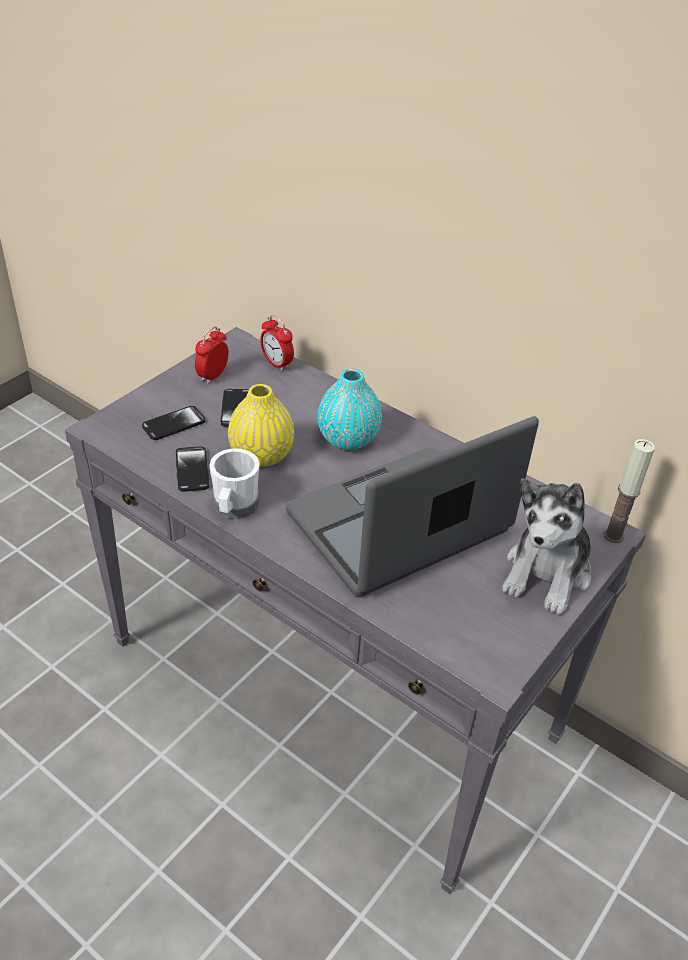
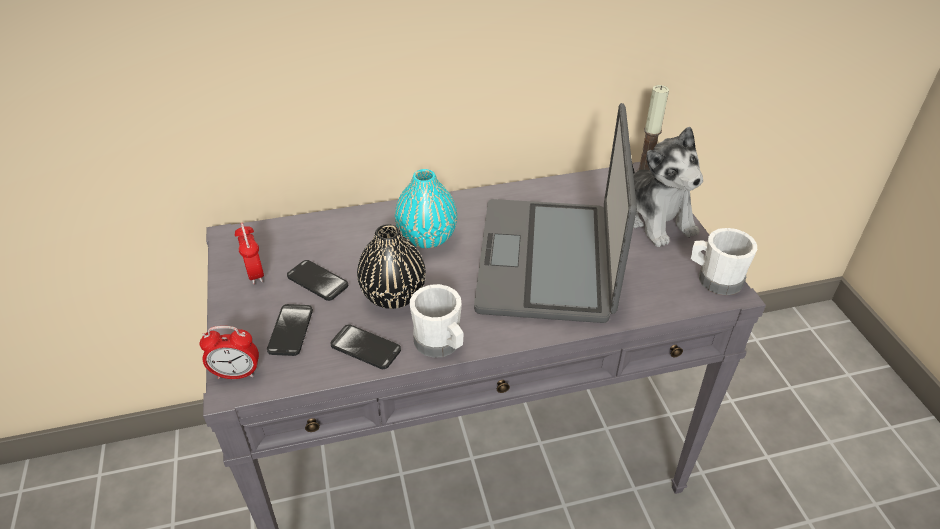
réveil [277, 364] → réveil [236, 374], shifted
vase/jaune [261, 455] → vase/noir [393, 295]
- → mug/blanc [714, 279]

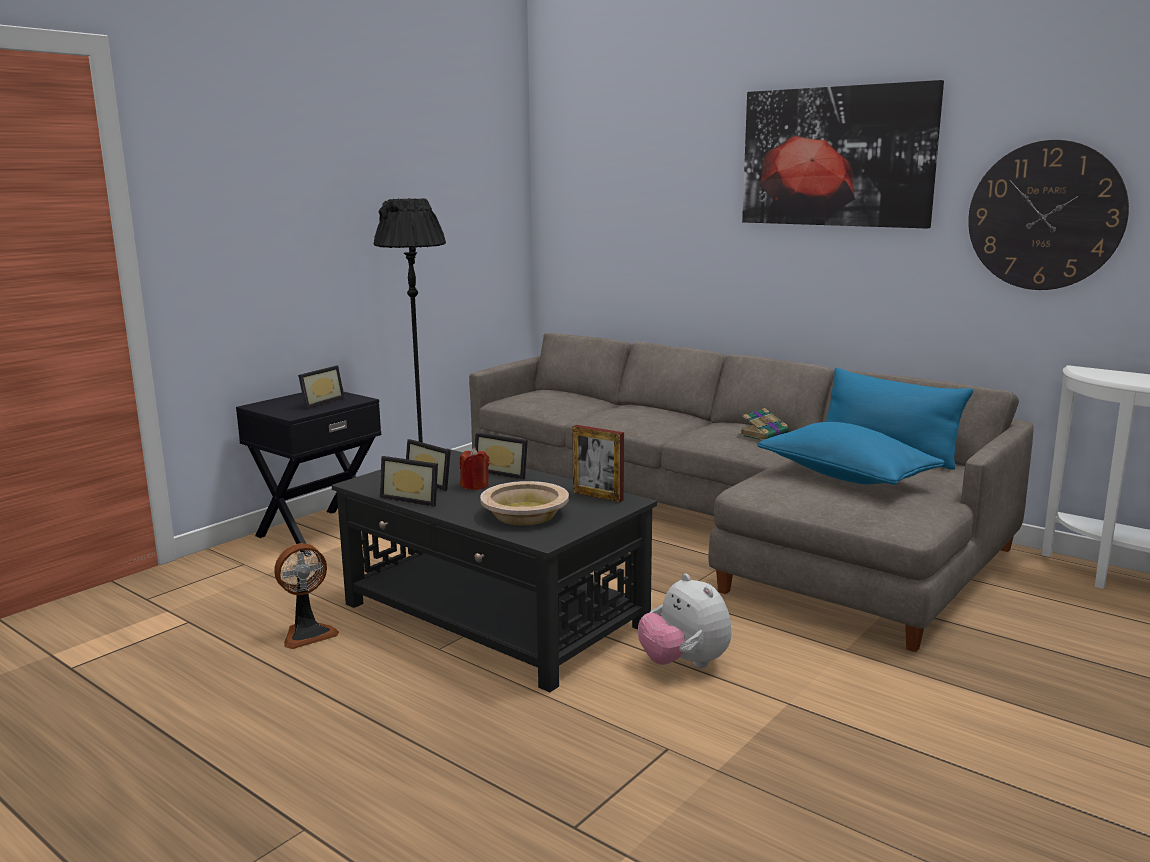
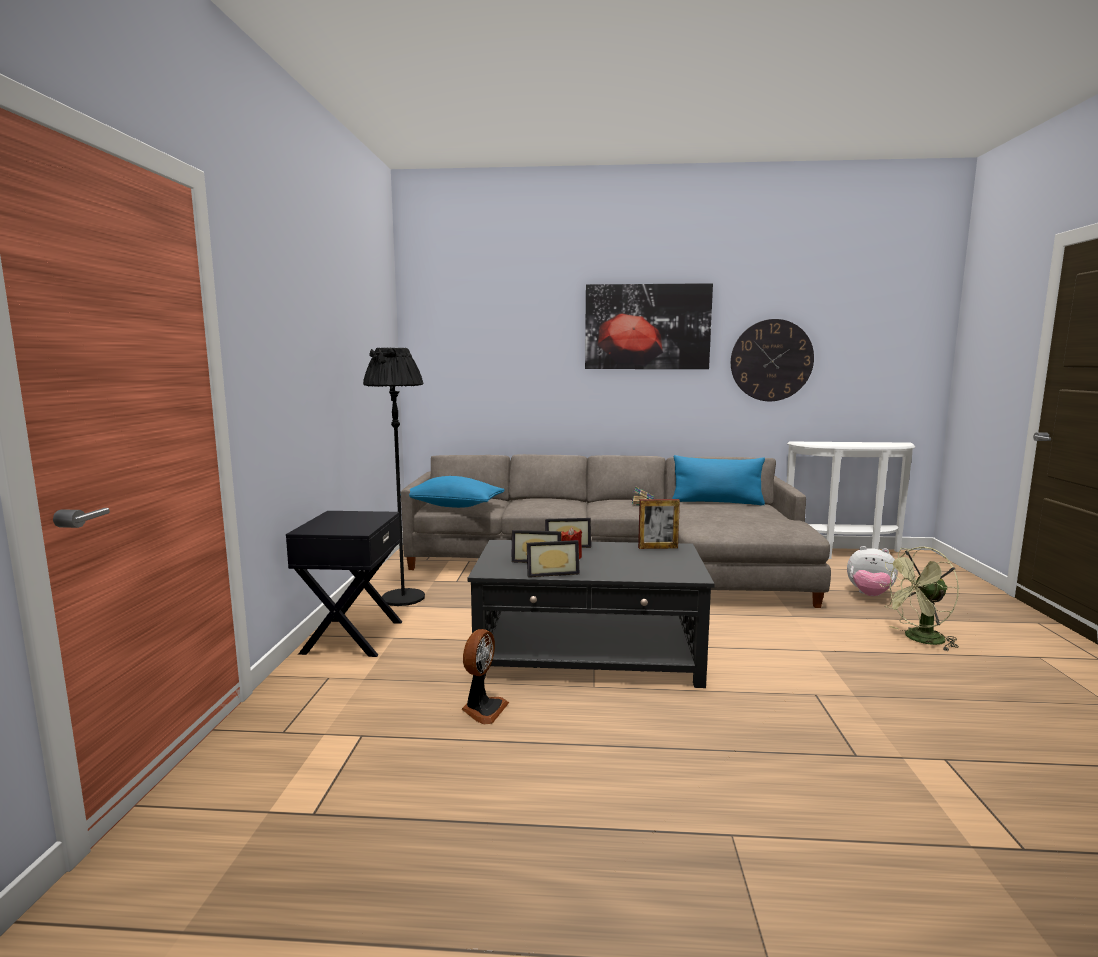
coussin/bleu [846, 476] → coussin/bleu [453, 506], shifted
peluche [684, 663] → peluche [869, 595], shifted
- → ventilateur/vert [919, 639]
cadre photo [319, 402] → -
bol/beige [525, 514] → -

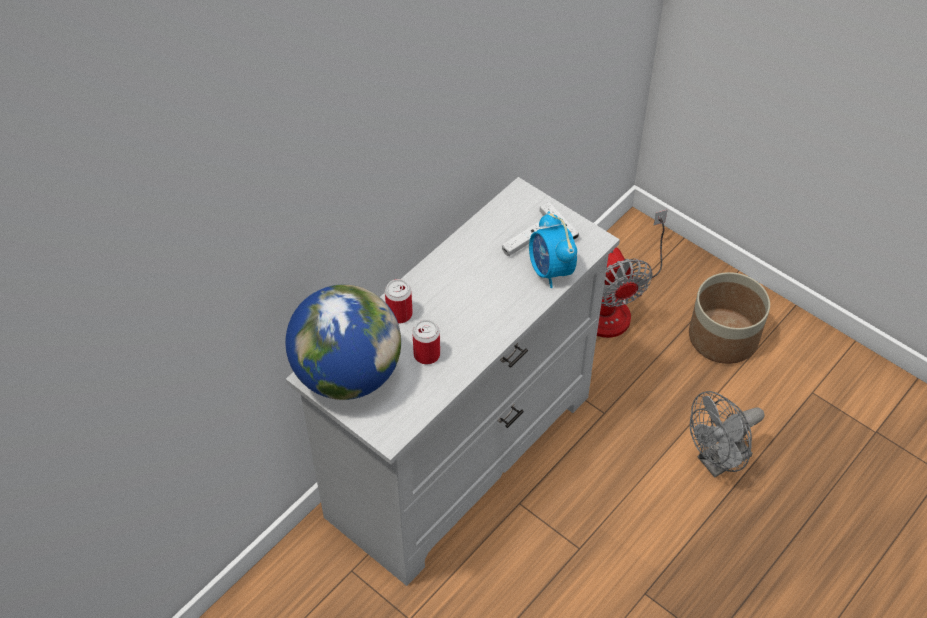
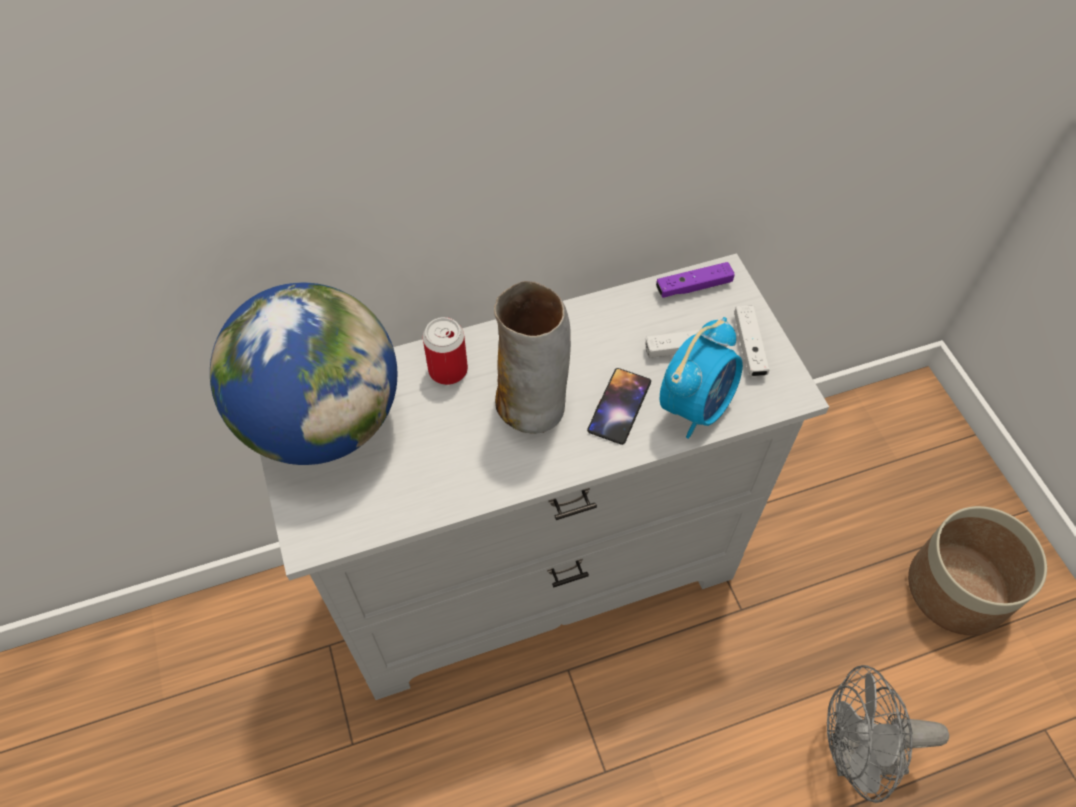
- → vase [532, 403]
- → téléphone [619, 406]
- → manette/violet [693, 287]
réveil [550, 271] → réveil [695, 406], 150 degrees counterclockwise
boîte métallique [426, 354] → -
ventilateur [615, 305] → -

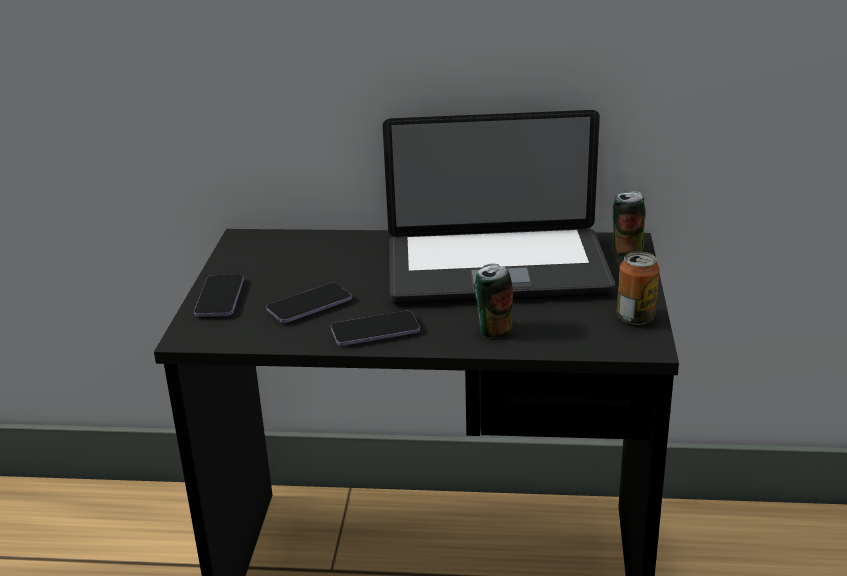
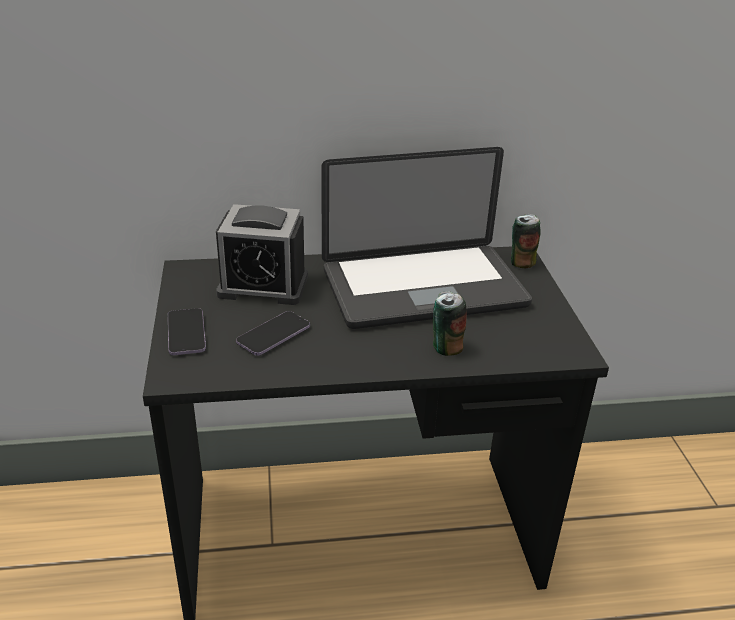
- → réveil [263, 286]
téléphone [375, 331] → -
boîte métallique [635, 318] → -

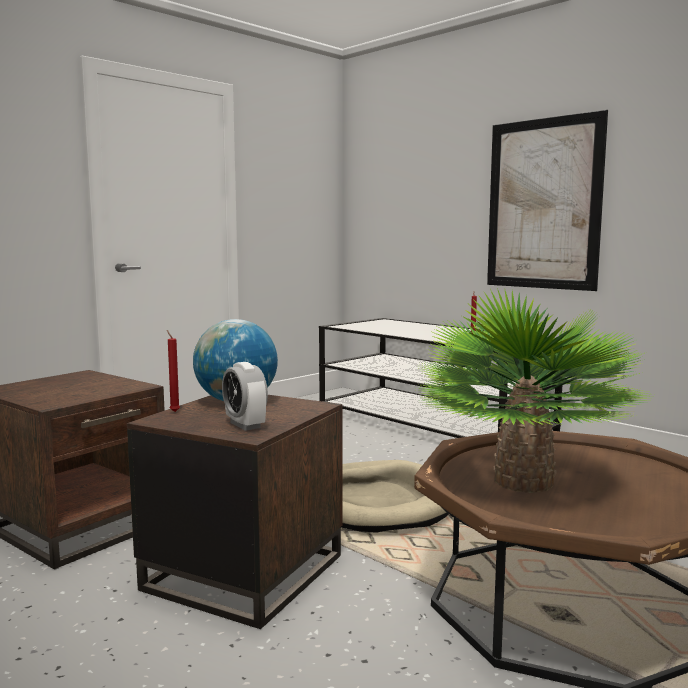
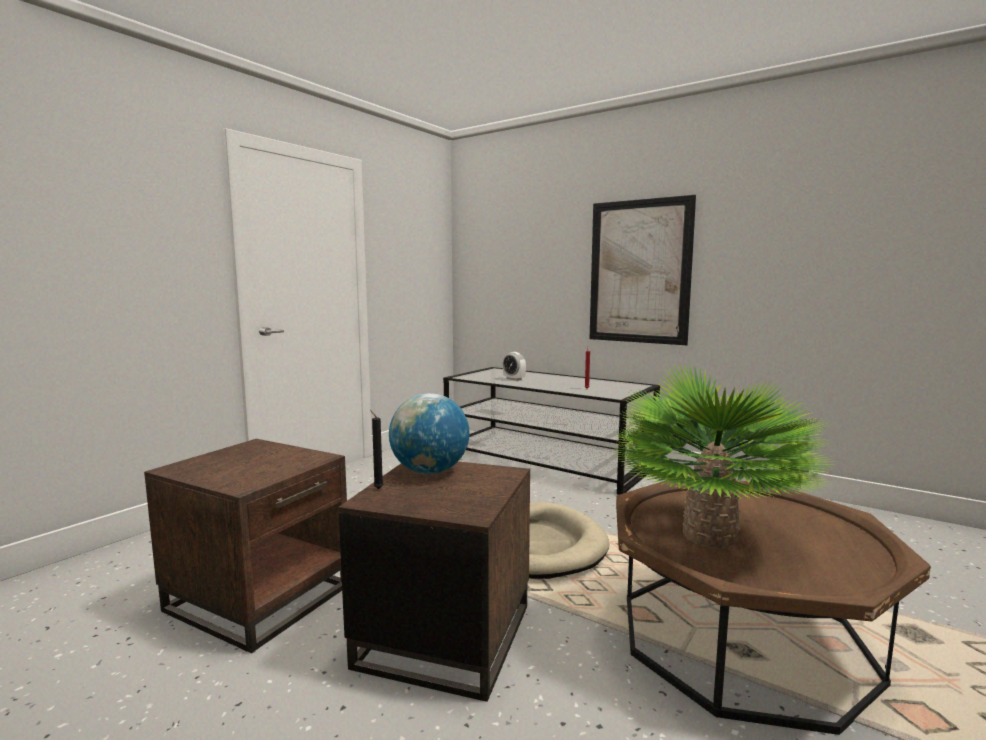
bougie/rouge [174, 411] → bougie/noir [377, 488]
réveil [245, 425] → réveil [514, 379], shifted

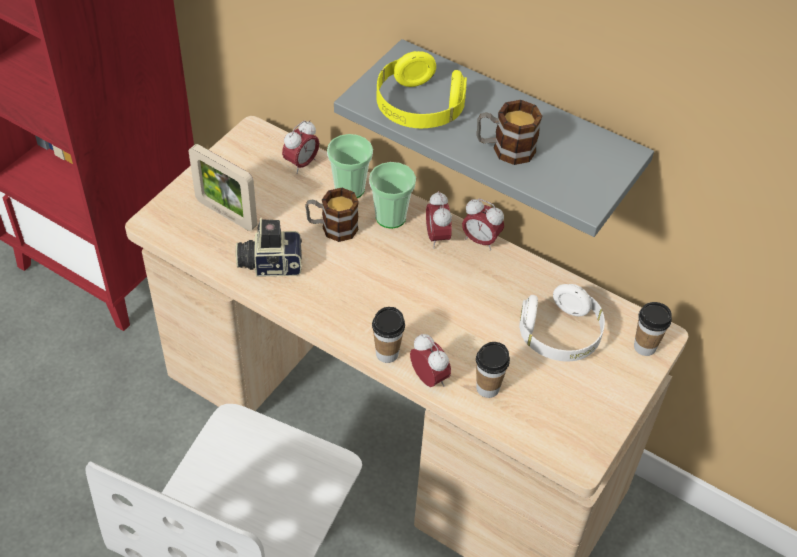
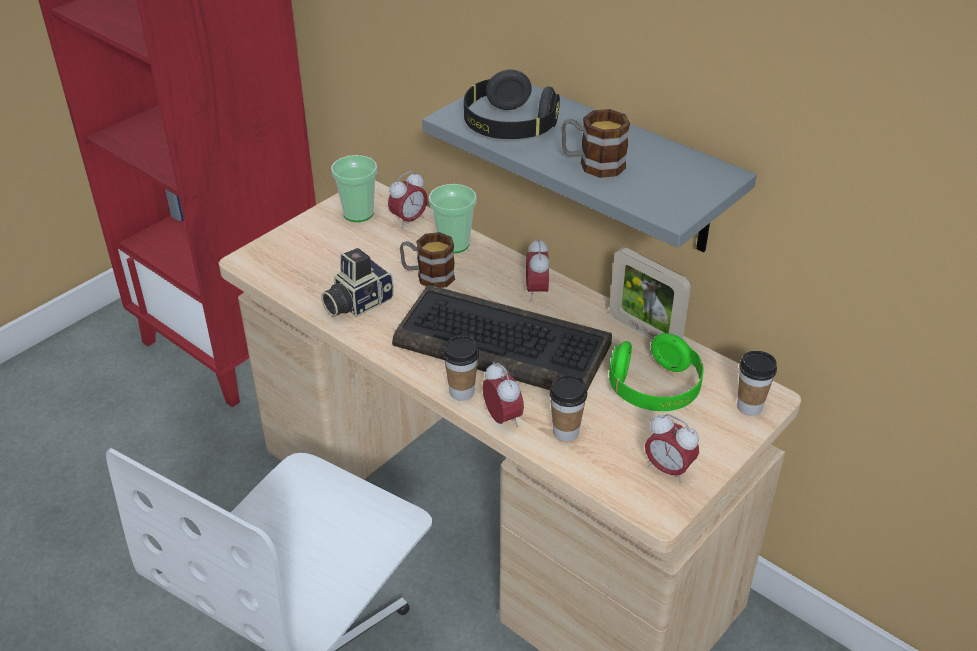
appareil photo [270, 263] → appareil photo [356, 303], 45 degrees counterclockwise
tasse [390, 217] → tasse [358, 213], shifted
- → clavier [504, 344]
casque audio/jaune [418, 108] → casque audio/noir [509, 127]
cadre photo [226, 214] → cadre photo [644, 331], shifted
casque audio/blanc [559, 335] → casque audio/vert [654, 389]
réveil [480, 241] → réveil [668, 469], shifted

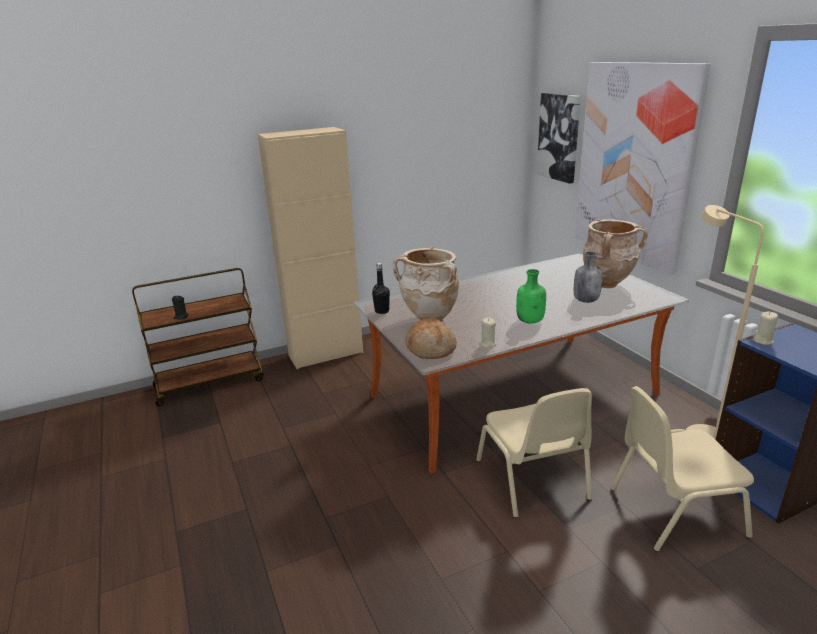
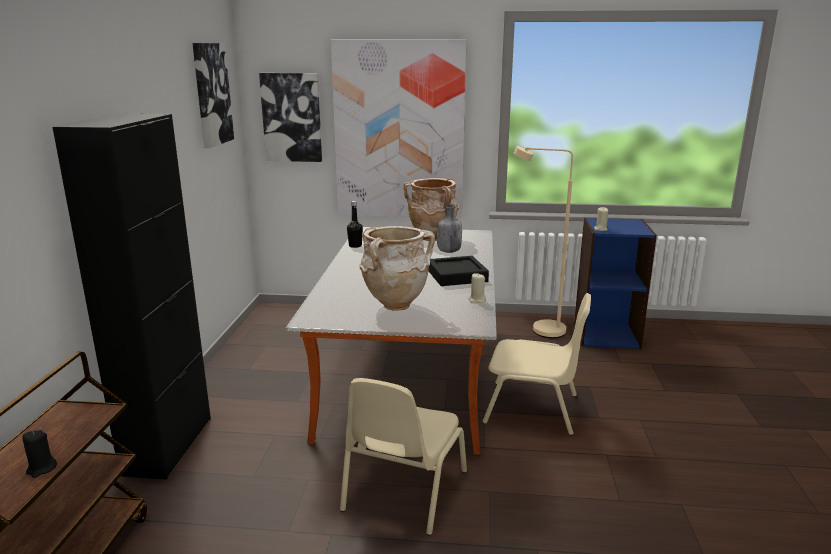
meuble de rangement/beige [326, 354] → meuble de rangement/noir [168, 445]
- → tableau [211, 94]
chaise/beige [673, 511] → chaise/beige [403, 491], shifted
bouteille/noir [382, 311] → bouteille/noir [355, 246], shifted
bouteille/vert [530, 321] → plateau/noir [457, 276]
pain [430, 348] → -

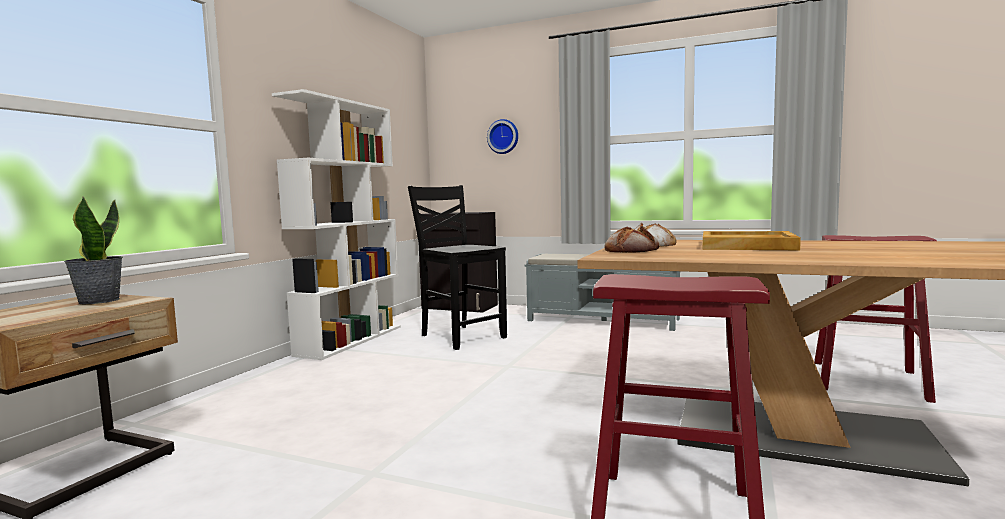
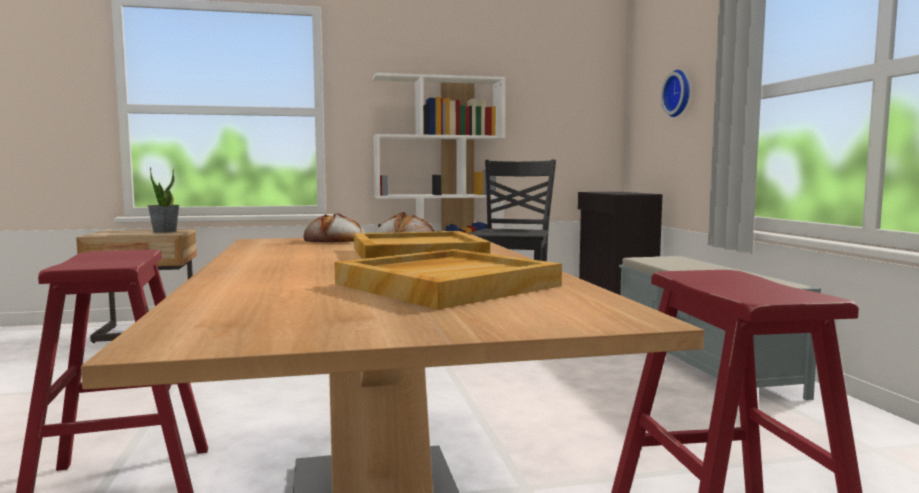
- → plateau/beige [447, 284]

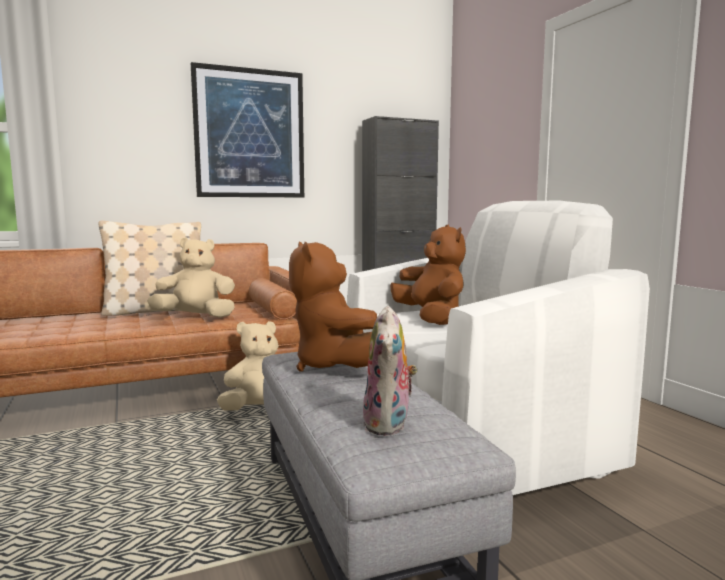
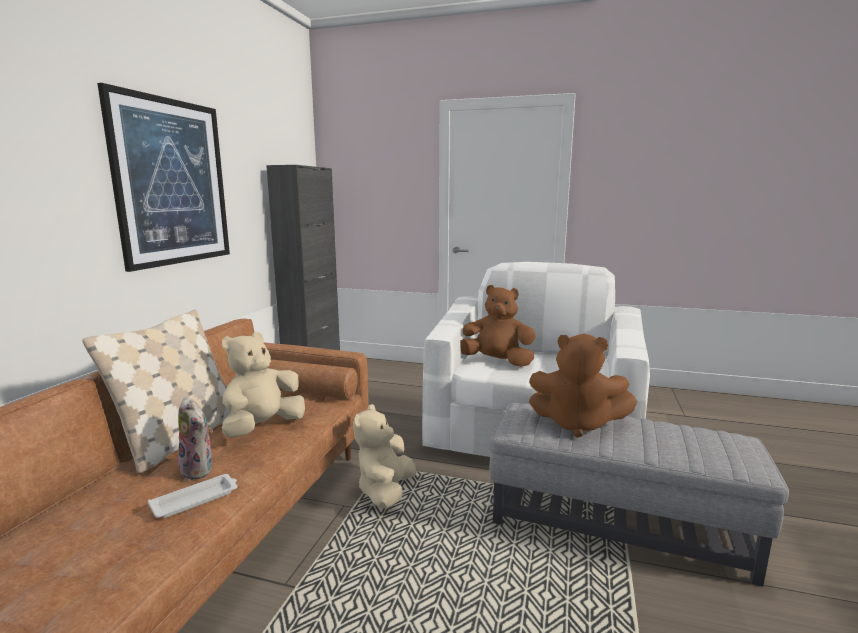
- → plateau/blanc [196, 499]
peluche [389, 425] → peluche [200, 470], shifted

